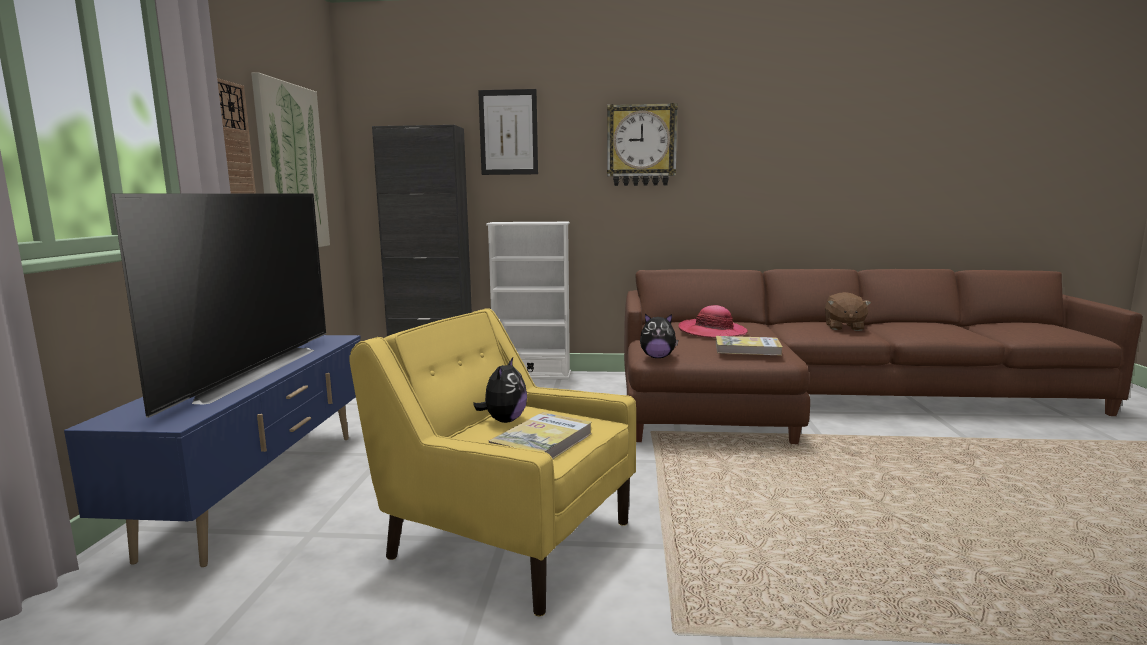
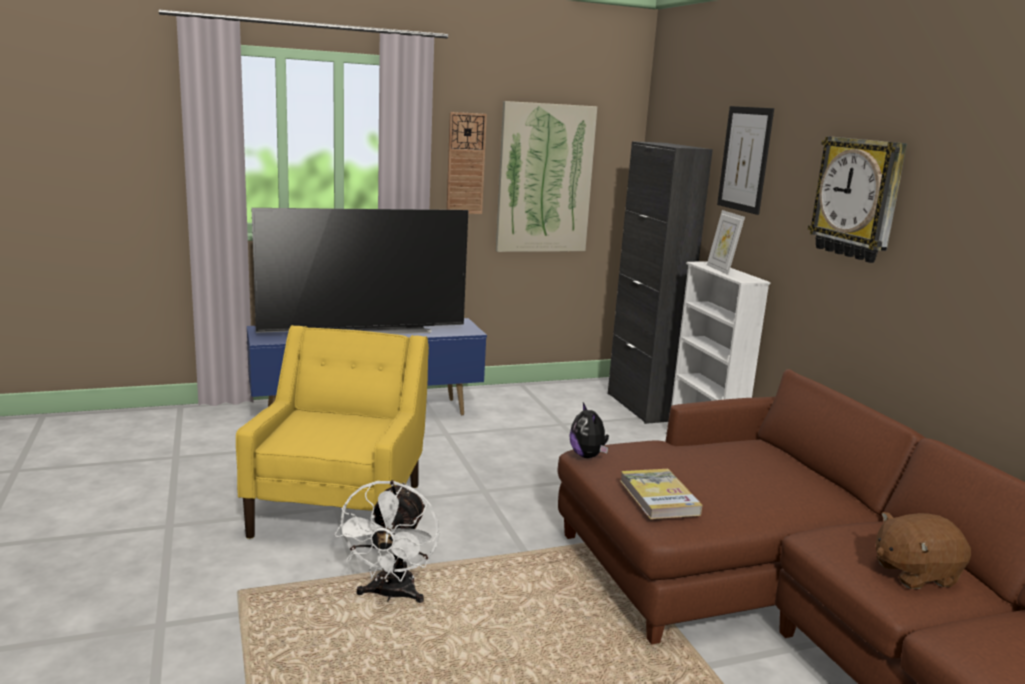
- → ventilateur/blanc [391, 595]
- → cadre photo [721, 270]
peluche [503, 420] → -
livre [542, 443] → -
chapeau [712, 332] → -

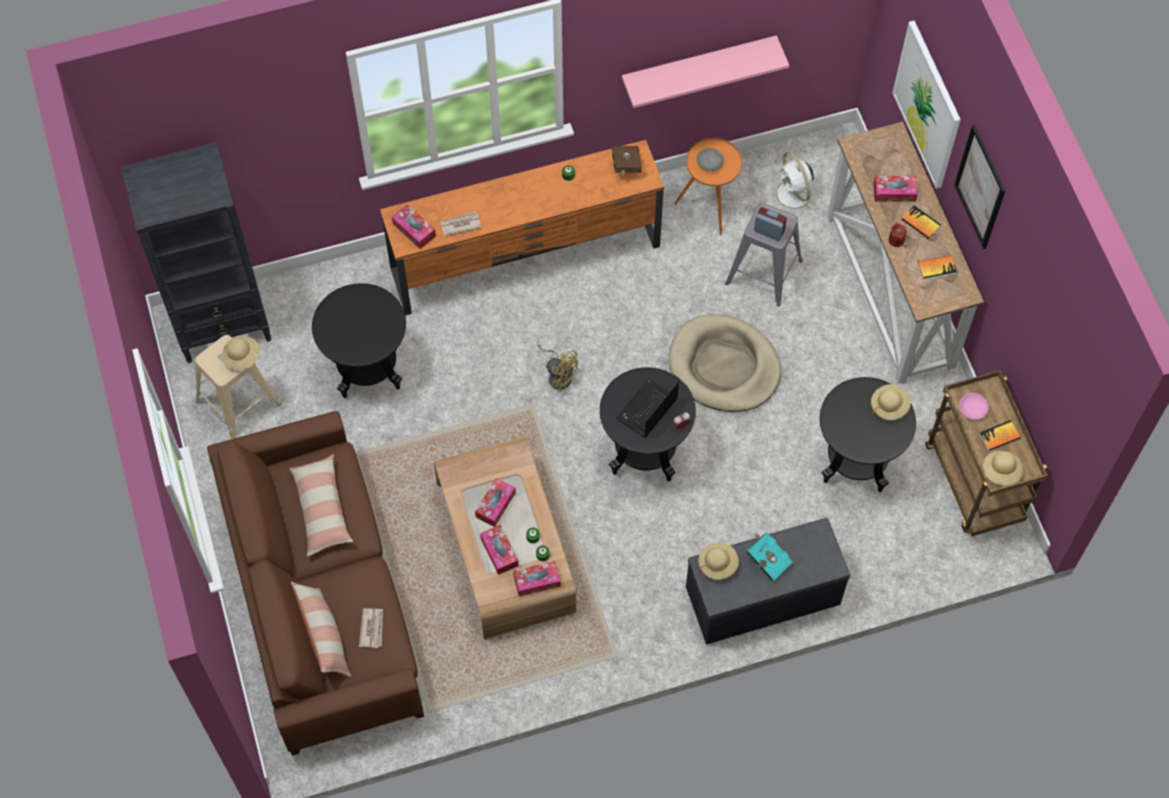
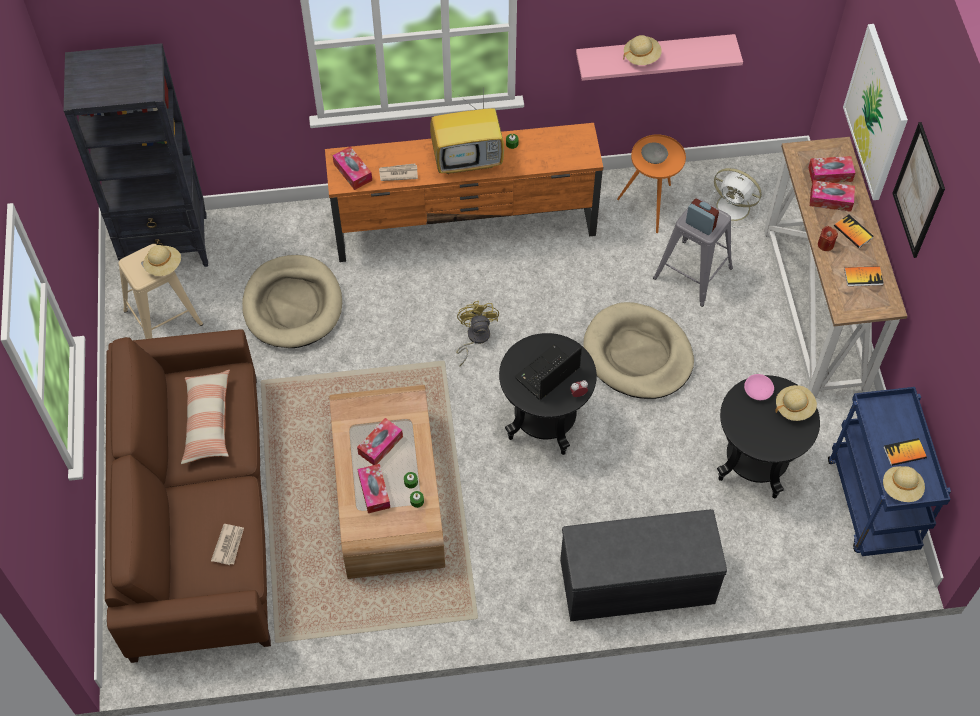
table d'appoint/noir [367, 368] → panier pour chien/beige [293, 305]
- → téléviseur [468, 159]
ventilateur/jaune [559, 375] → ventilateur/jaune [475, 338], 135 degrees counterclockwise
chapeau/beige [718, 564] → chapeau/beige [641, 57], shifted
ventilateur/blanc [794, 195] → ventilateur/blanc [734, 208], 45 degrees counterclockwise
bol/rose [972, 409] → bol/rose [758, 391], shifted
boîte à mouchoirs [537, 581] → boîte à mouchoirs [830, 174], shifted
chariot/marron [975, 483] → chariot/bleu [873, 505]
coussin [324, 636] → -
livre/marron [626, 167] → -
livre/turquoise [767, 559] → -

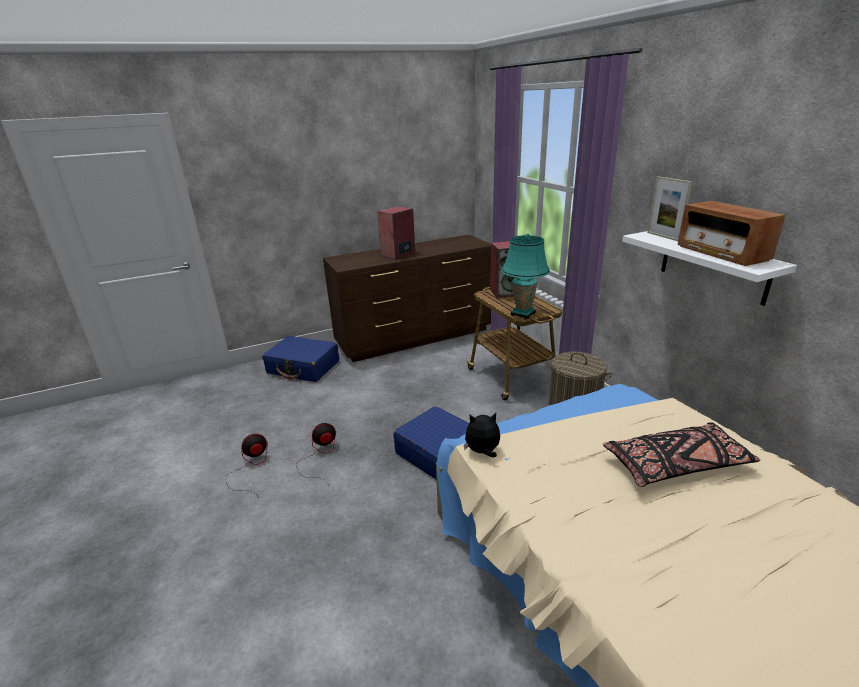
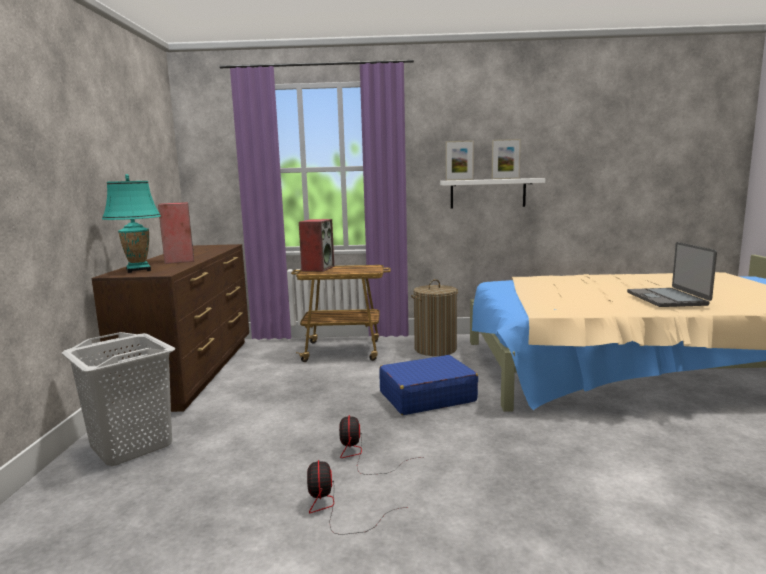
valise/bleu [303, 367] → panier à linge/gris [132, 445]
lampe de table/turquoise [523, 314] → lampe de table/turquoise [138, 270], shifted
radio [721, 253] → cadre photo [505, 178]
- → ordinateur portable [667, 299]
peluche [482, 452] → -
coussin/noir [676, 465] → -

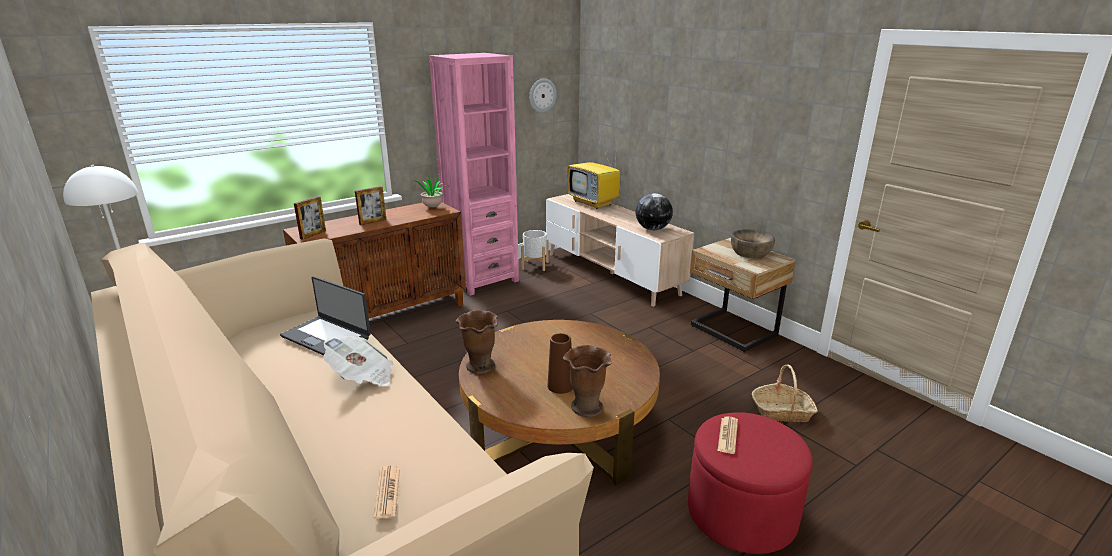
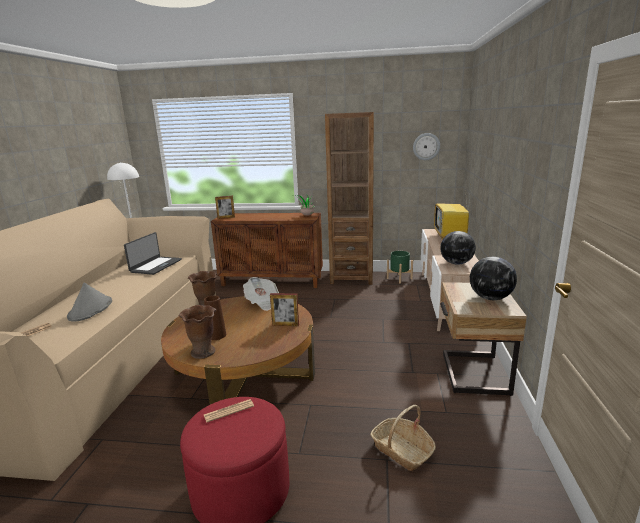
- → chapeau/gris [90, 309]
ordinateur portable [327, 336] → ordinateur portable [155, 266], 150 degrees counterclockwise
journal [362, 376] → journal [263, 303], shifted
cadre photo [373, 222] → cadre photo [285, 325], shifted
bibliothèque/rose [482, 280] → bibliothèque/marron [352, 277]
cache-pot/blanc [535, 265] → cache-pot/vert [399, 278]
bol/marron [750, 252] → globe [490, 298]

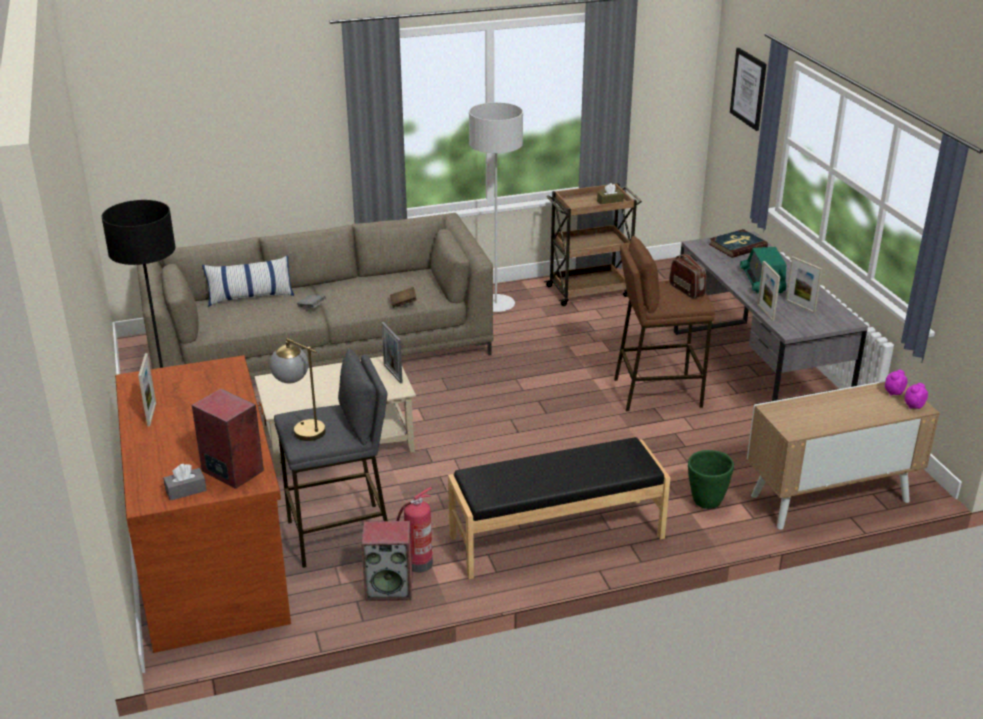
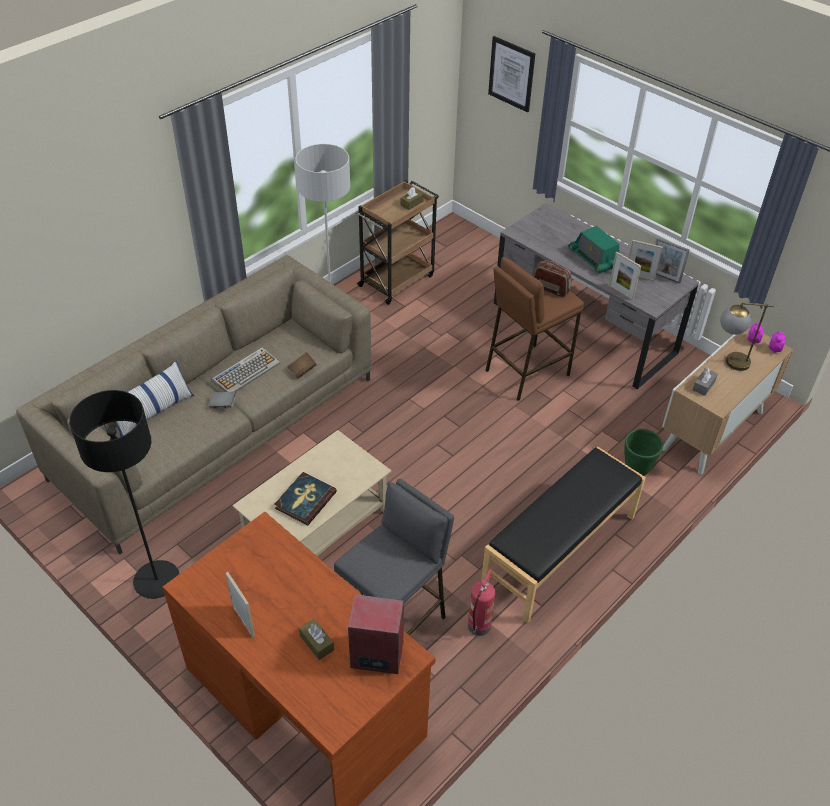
- → clavier [246, 371]
livre [737, 246] → livre [305, 500], shifted
- → boîte à mouchoirs/marron [317, 643]
cadre photo [393, 374] → cadre photo [664, 277], shifted
boîte à mouchoirs/gris [186, 490] → boîte à mouchoirs/gris [703, 385], shifted
lampe de table [301, 428] → lampe de table [728, 362], shifted
enceinte [390, 588] → -

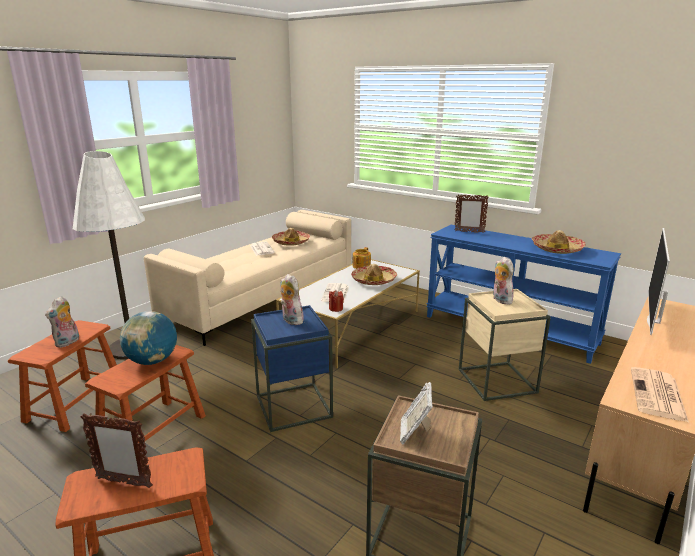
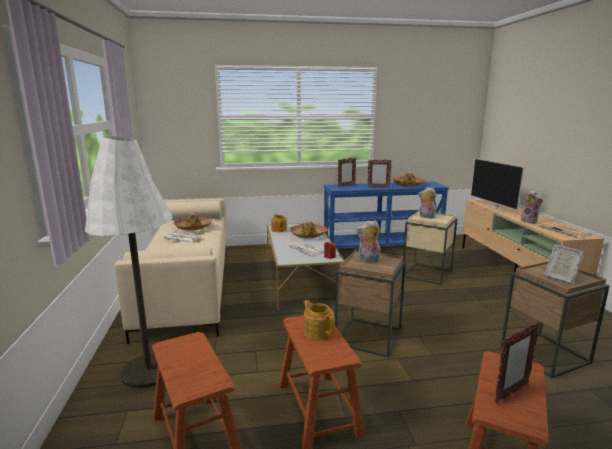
globe [152, 361] → théière [318, 331]
table d'appoint/bleu [294, 406] → table d'appoint/marron [368, 337]
- → cadre photo [378, 187]
peluche [67, 342] → peluche [530, 221], shifted

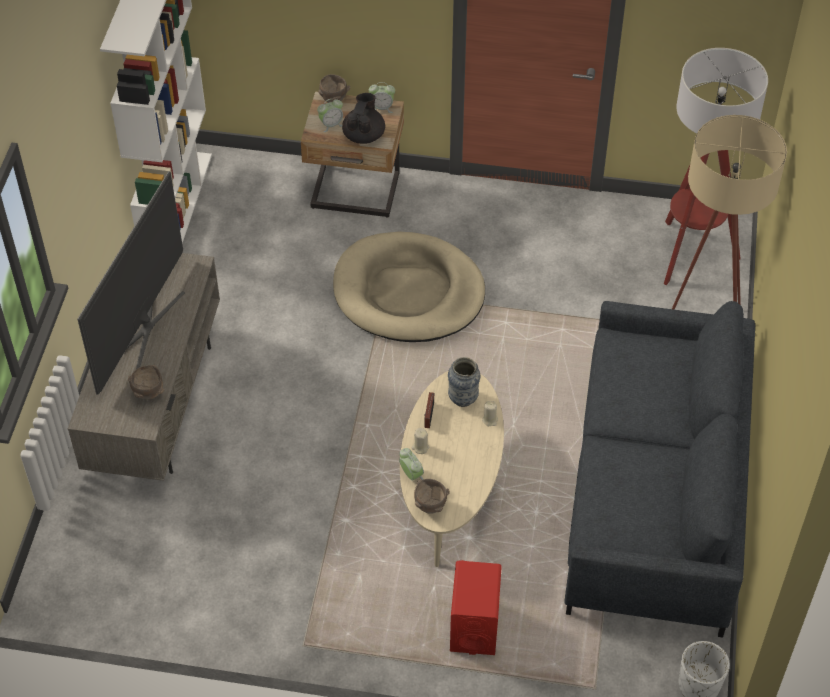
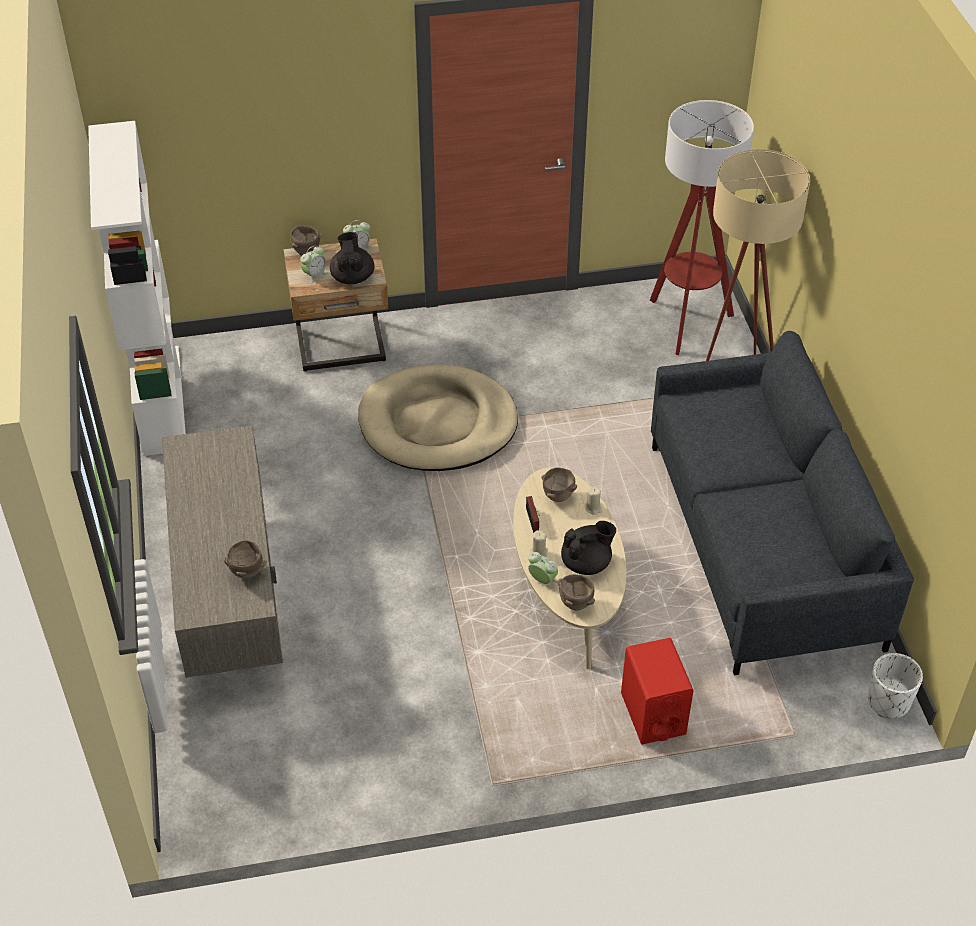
vase [463, 399] → bol/marron [558, 496]
- → théière/noir [586, 563]
téléviseur [144, 328] → -

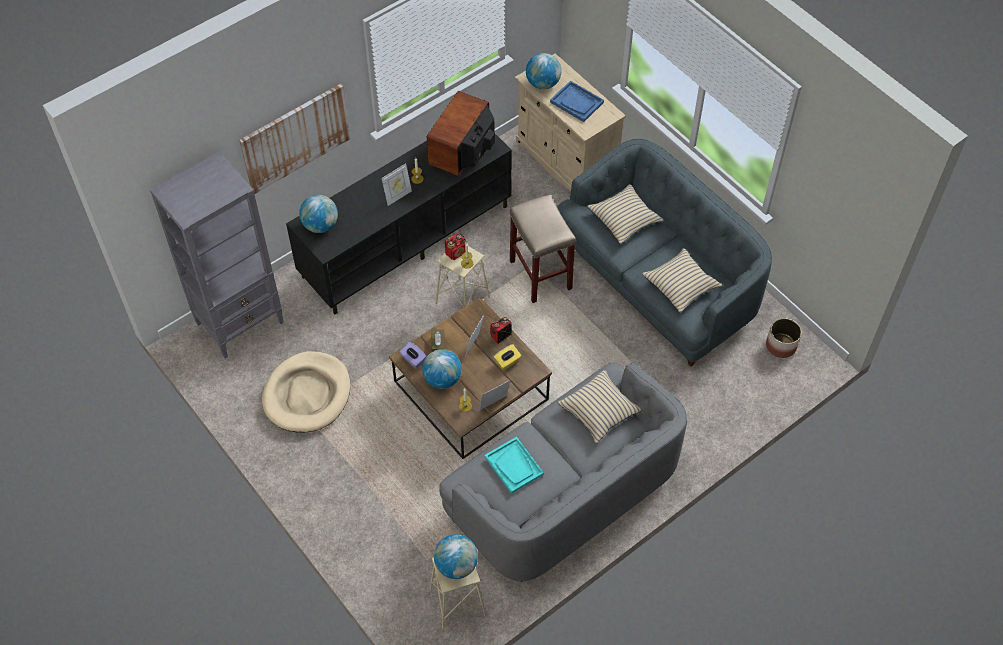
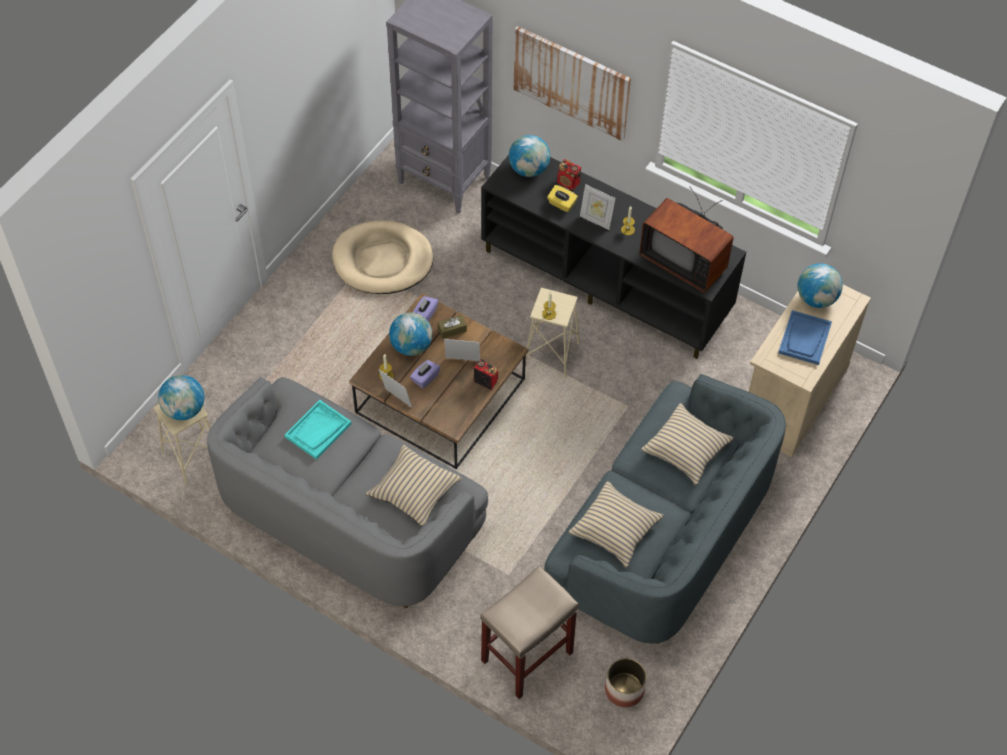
- → boîte à mouchoirs/violet [425, 378]
tabouret/beige [541, 275] → tabouret/beige [526, 657], shifted
boîte à mouchoirs/jaune [507, 362] → boîte à mouchoirs/jaune [561, 204], shifted
radio [456, 253] → radio [568, 183], shifted
téléviseur [464, 152] → téléviseur [685, 260], 150 degrees counterclockwise

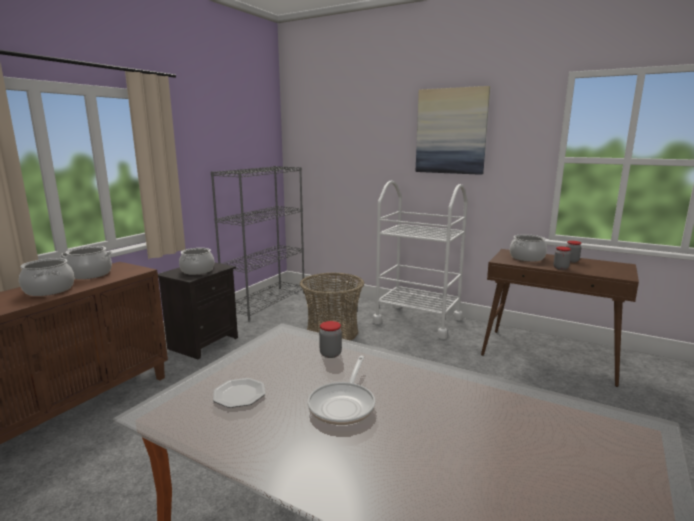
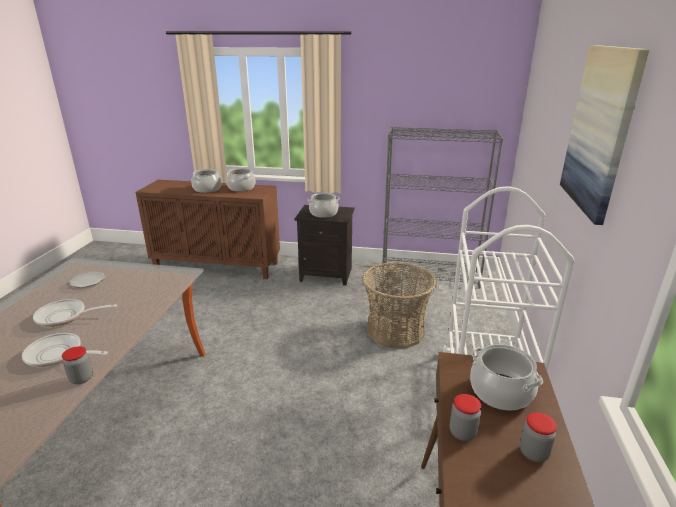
- → poêle [58, 355]
bocal [330, 354] → bocal [81, 378], shifted

